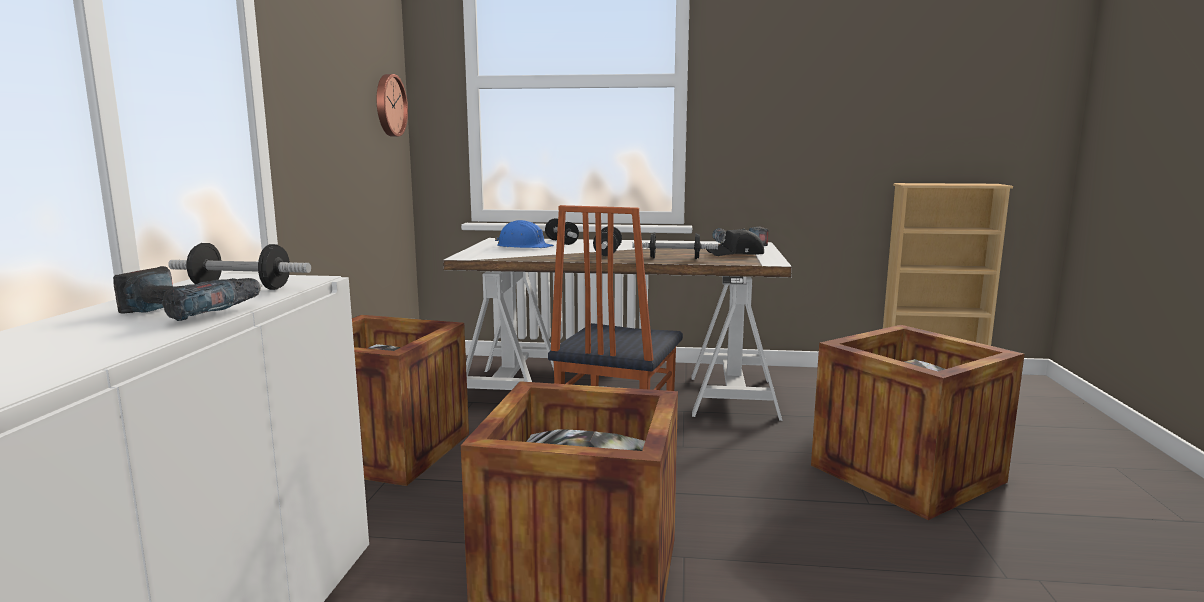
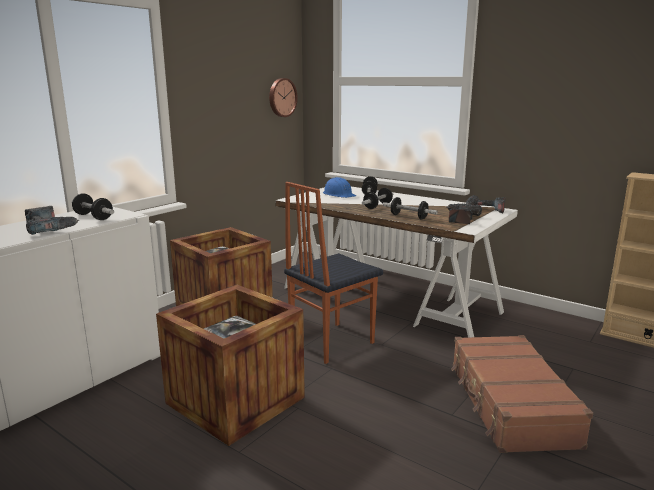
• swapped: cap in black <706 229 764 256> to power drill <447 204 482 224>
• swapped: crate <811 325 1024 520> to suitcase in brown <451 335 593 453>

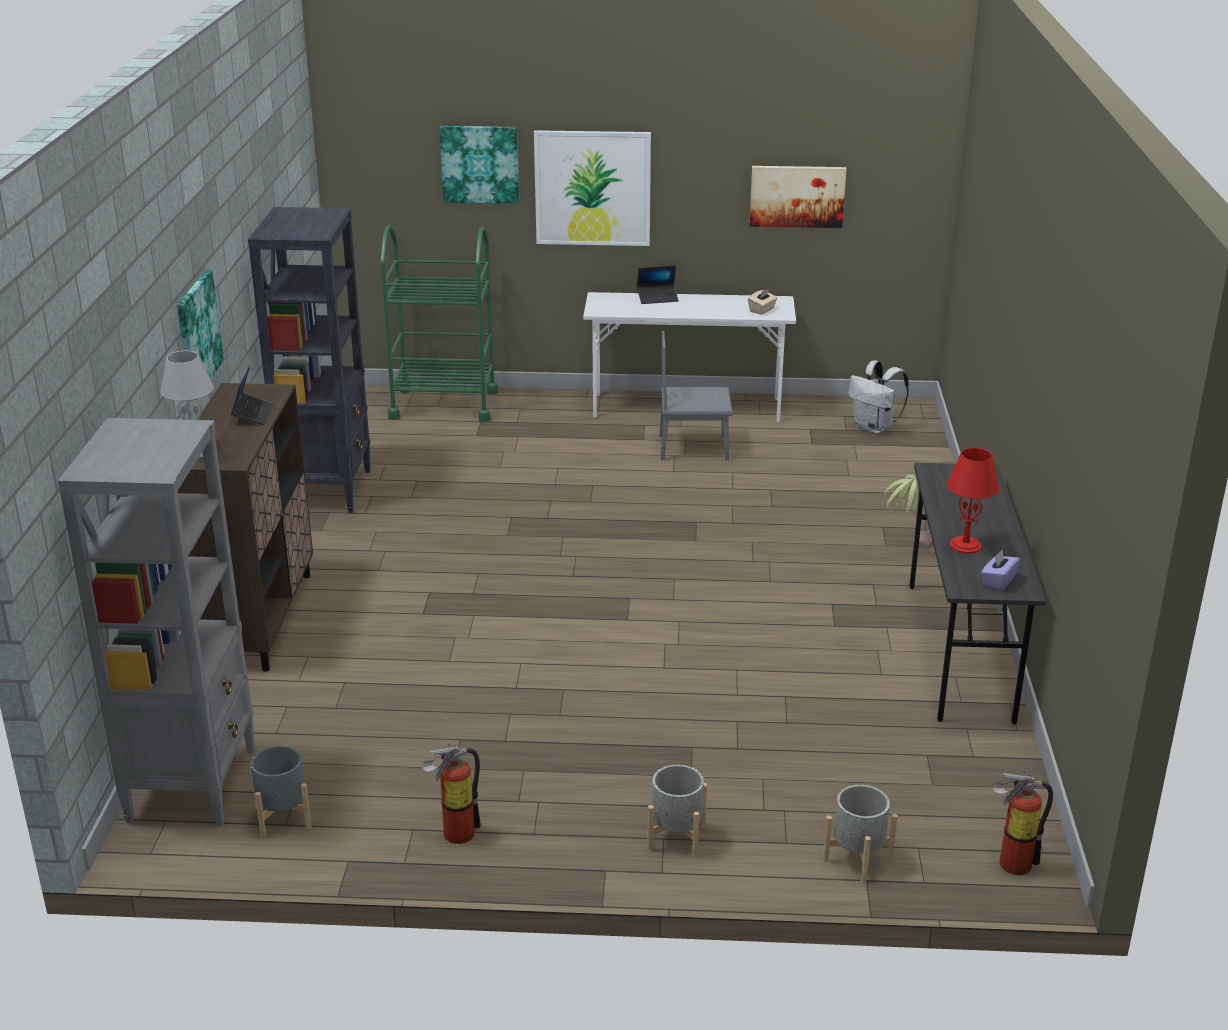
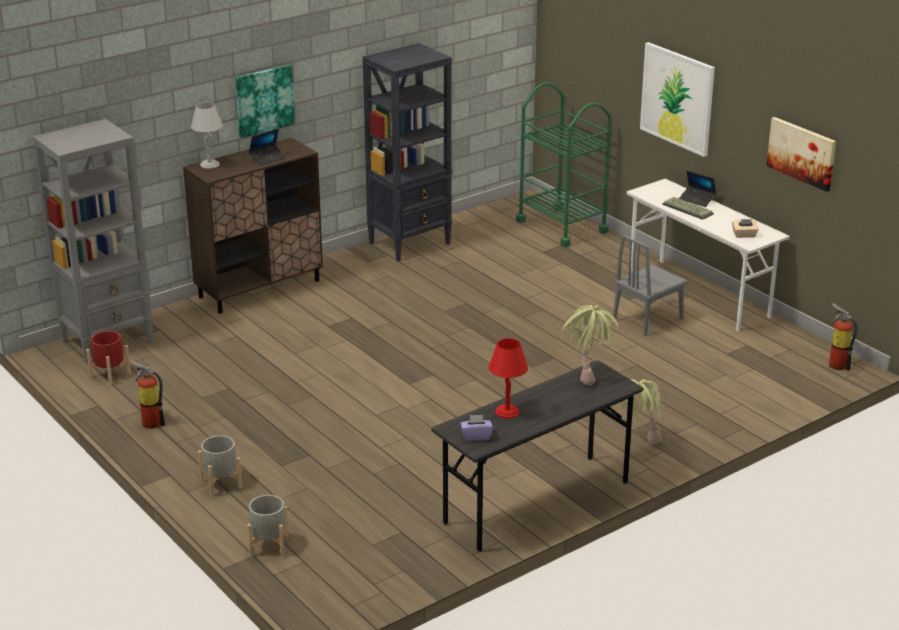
• repainted: planter in grey <250 745 312 838> to planter in red <86 331 131 385>
• gone: picture <439 126 519 204>
• rotated: chair in grey <659 331 733 460> = <613 235 688 336> 90 degrees counterclockwise
• gone: backpack in white <848 360 909 434>
• shifted: fire extinguisher <993 771 1053 875> to <829 303 857 370>
• new: potted plant <562 305 619 386>
• new: keyboard <662 197 714 220>

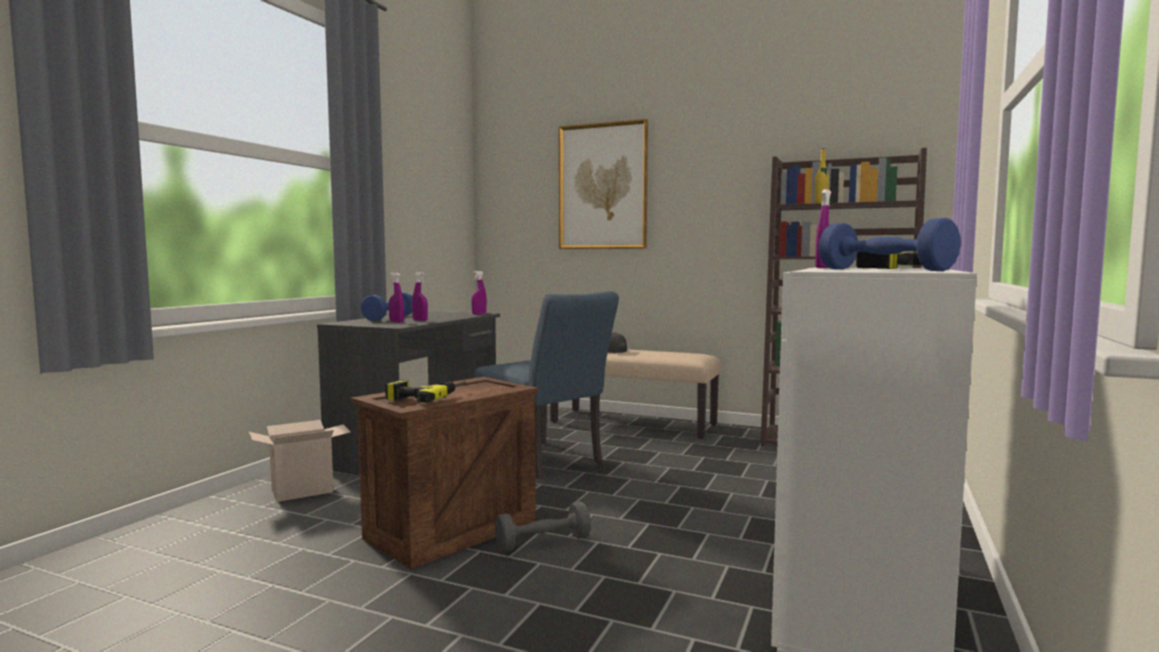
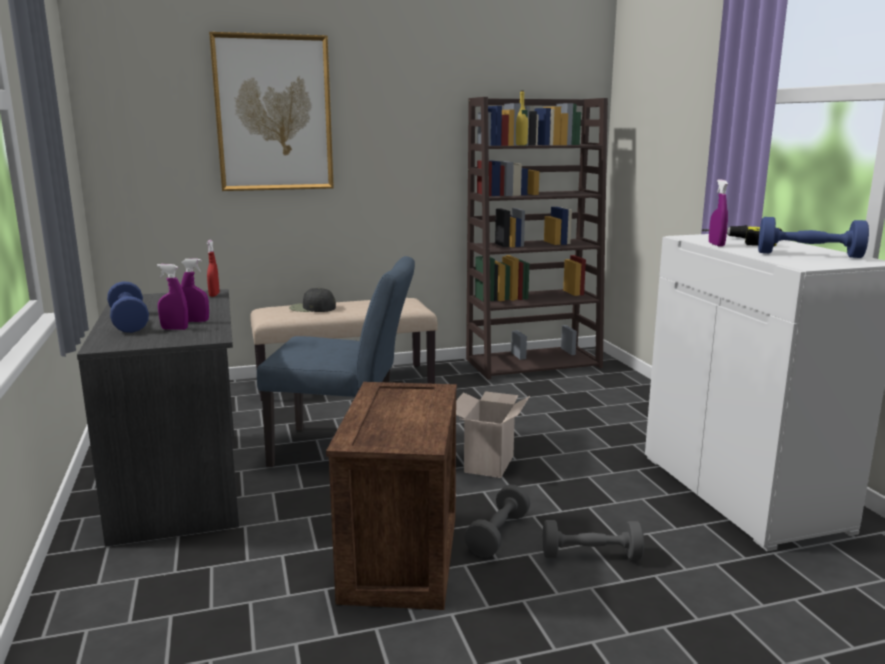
• shifted: cardboard box <249 420 351 502> to <456 391 530 478>
• gone: power drill <385 380 465 403>
• repainted: spray bottle in purple <471 271 487 315> to spray bottle in red <207 240 219 297>
• new: dumbbell in grey <543 520 644 560>

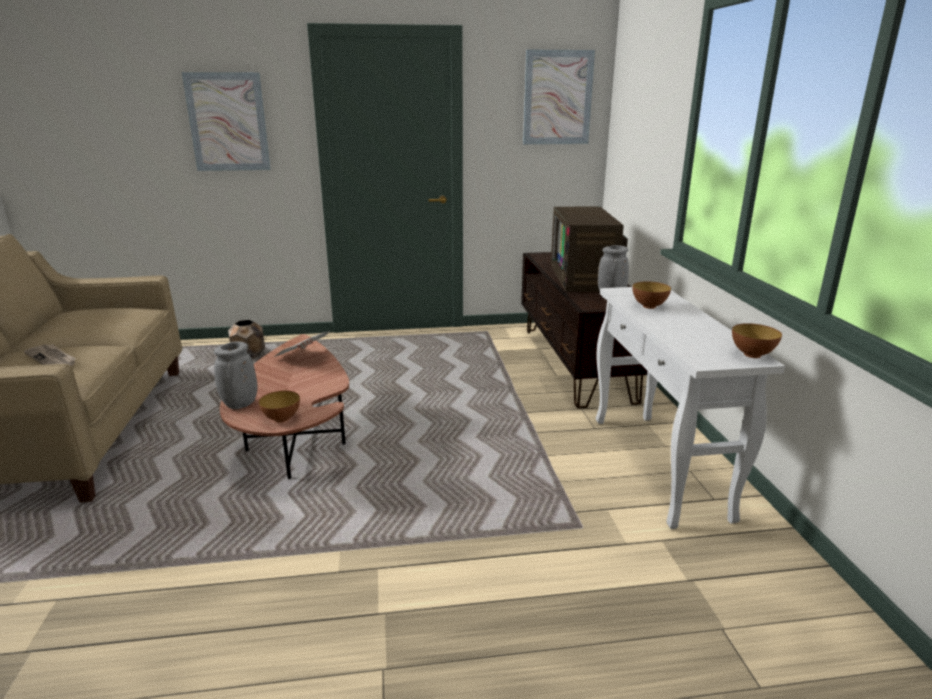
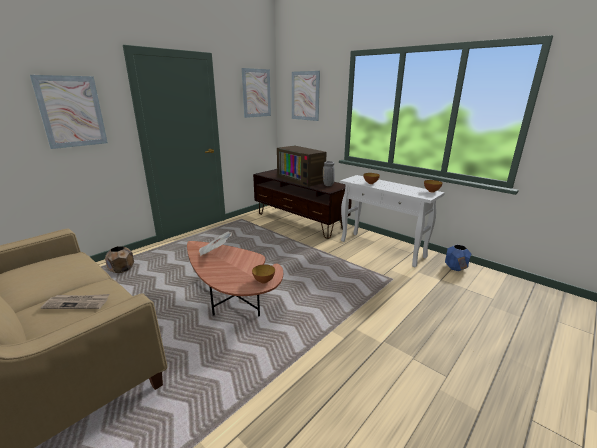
• gone: vase in grey <214 341 257 409>
• new: picture <292 71 320 121>
• new: planter in blue <445 245 471 271>

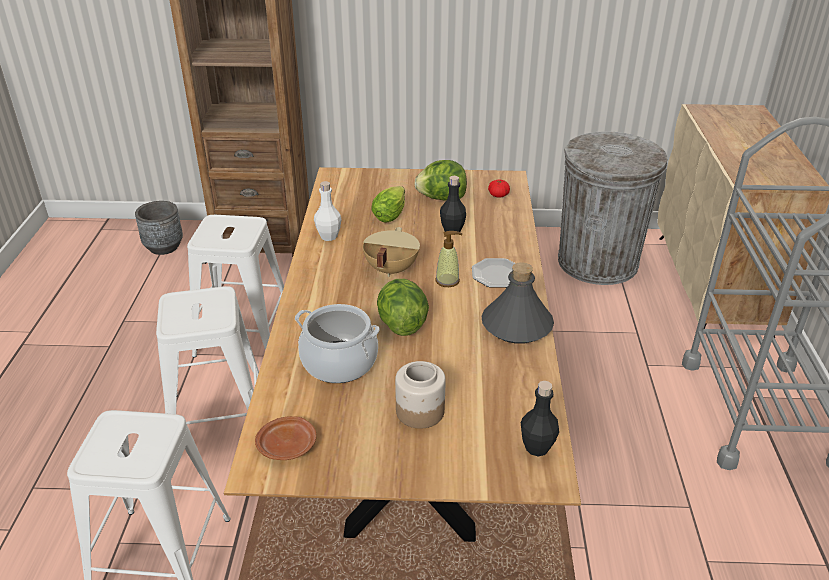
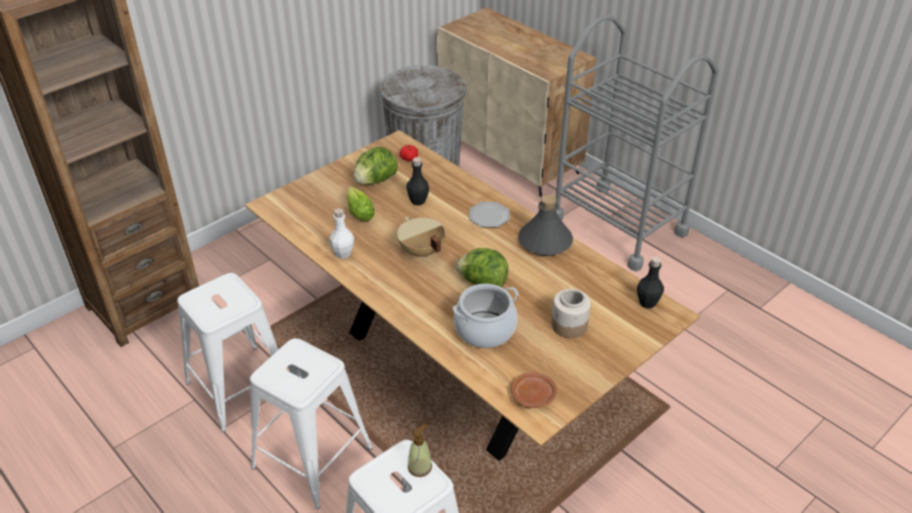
• gone: planter in grey <135 201 183 255>
• shifted: soap dispenser <435 231 462 287> to <408 424 432 477>

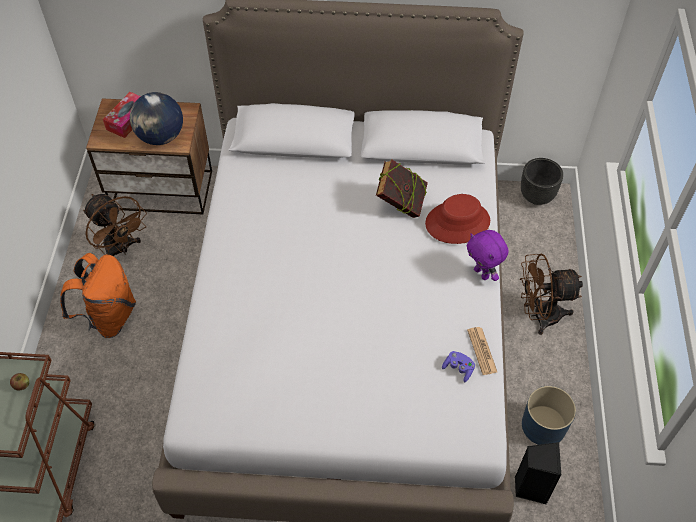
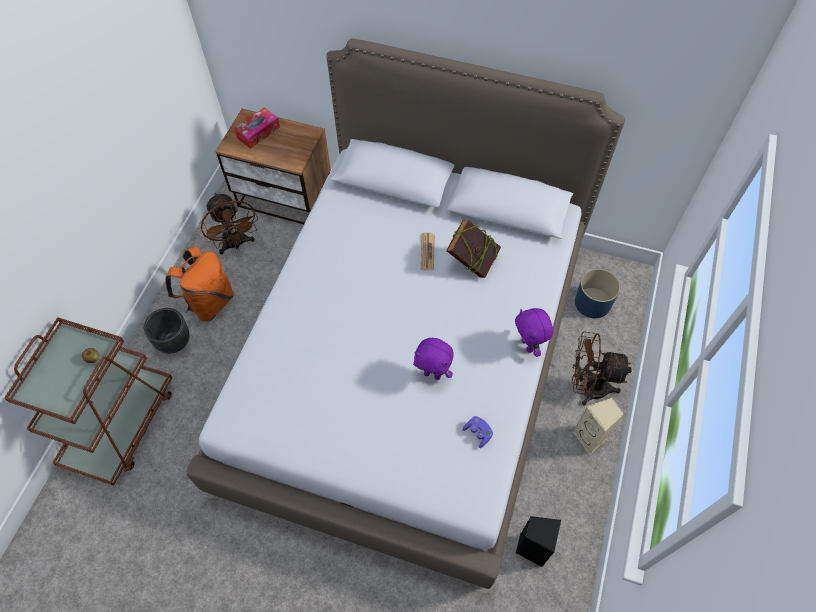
• gone: globe <130 92 183 145>
• gone: hat in red <425 194 490 244>
• shifted: newspaper <467 327 497 375> to <421 233 435 270>
• shifted: planter in black <521 158 563 205> to <144 308 190 354>
• shifted: planter in blue <522 386 576 445> to <575 269 620 318>
• new: plush toy in purple <413 338 453 380>
• new: speaker in beige <573 398 624 454>

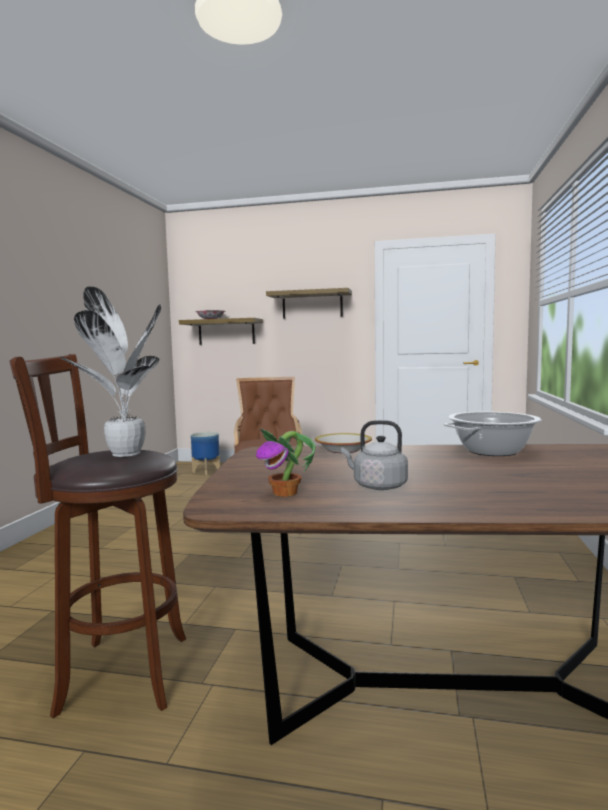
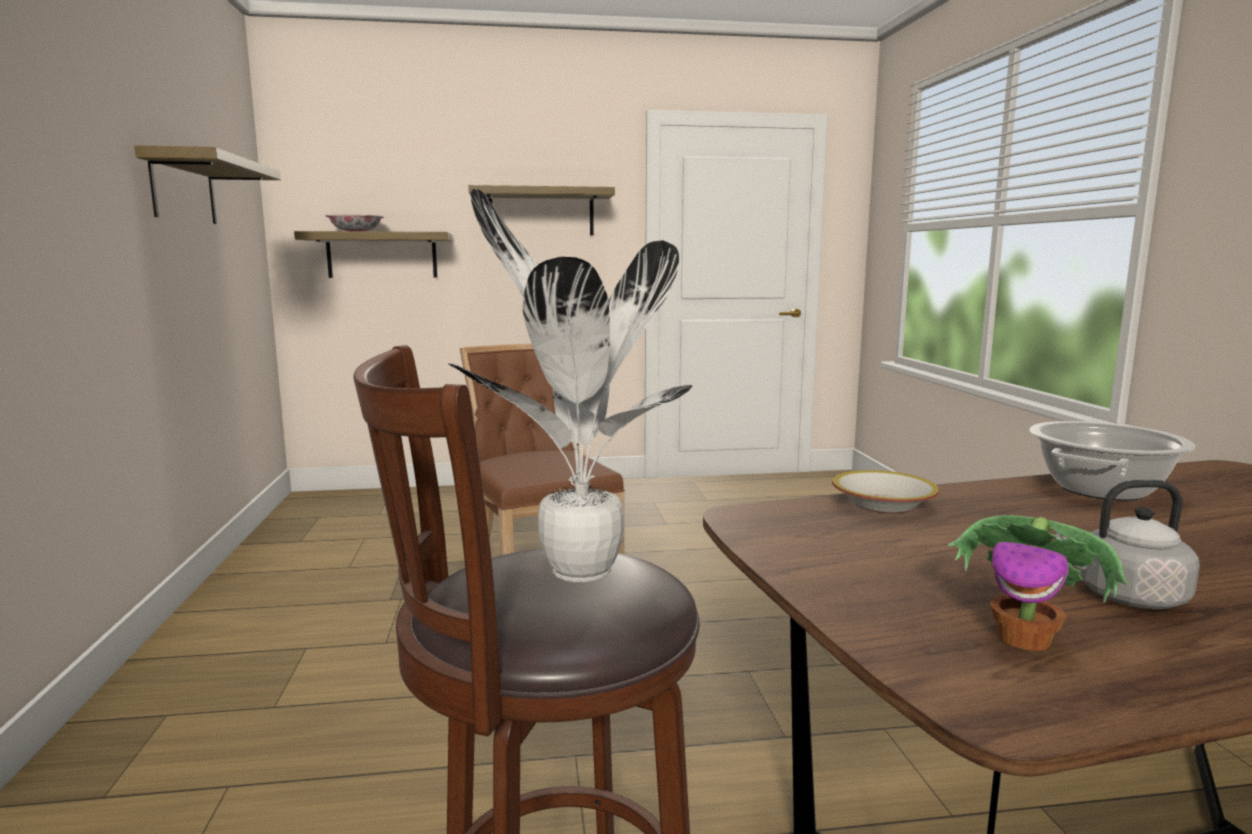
• gone: planter <191 432 220 475>
• new: shelf <134 145 281 224>

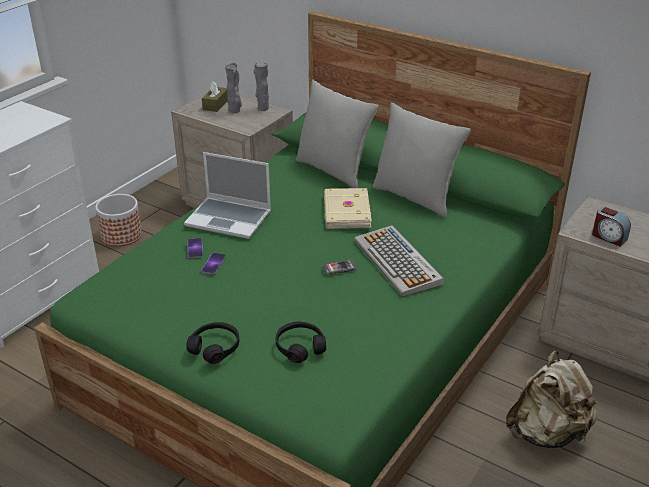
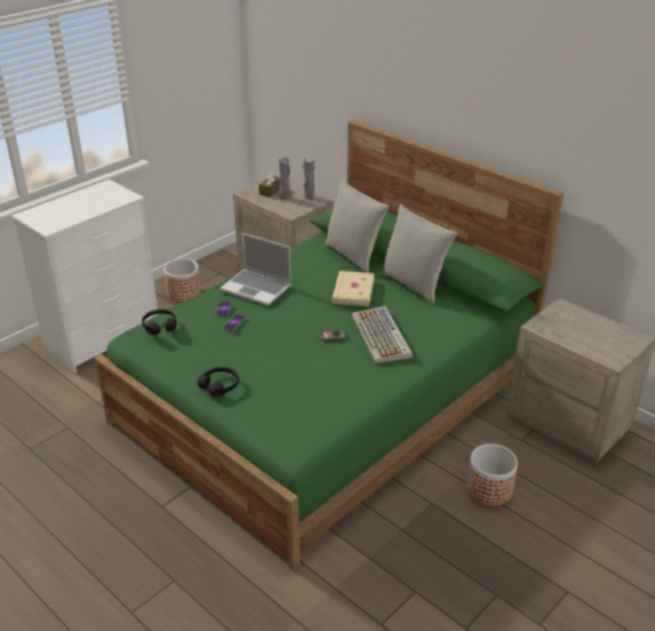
• shifted: headphones in black <276 322 326 363> to <142 309 177 335>
• swapped: backpack in beige <506 350 597 448> to planter <467 444 518 506>
• gone: alarm clock <592 206 631 247>

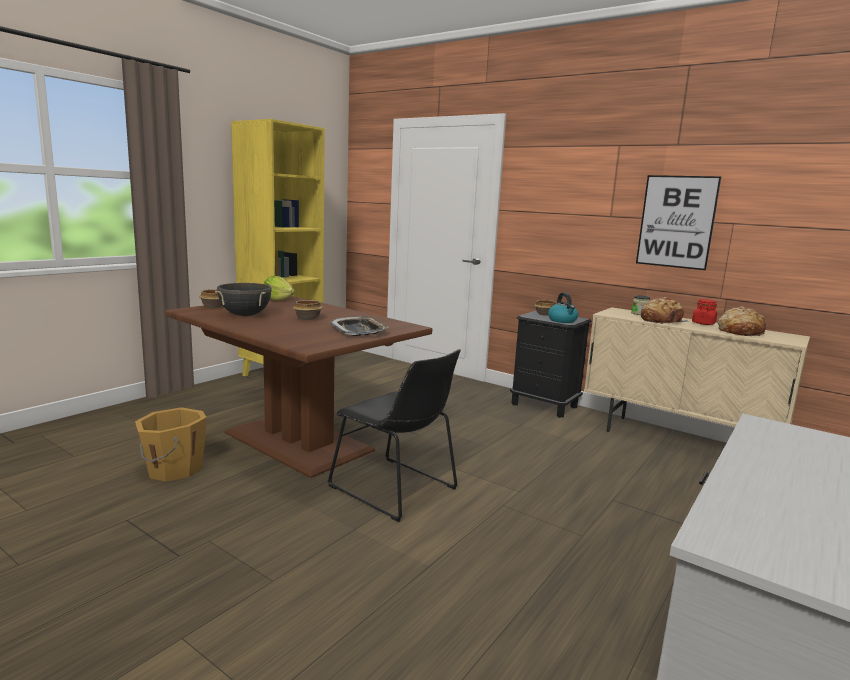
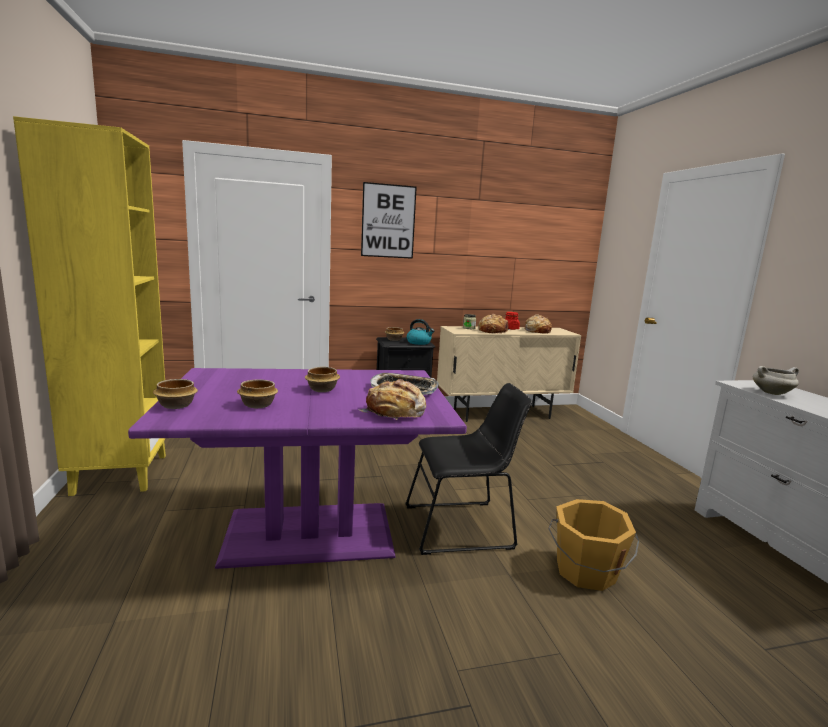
• shifted: bucket in orange <135 407 207 482> to <548 499 639 591>
• repainted: dining table in brown <165 296 432 478> to dining table in purple <128 368 467 569>
• swapped: cooking pot in black <215 283 272 316> to bowl <237 380 278 408>
• gone: lettuce <264 276 295 301>
• shifted: picture <636 175 721 270> to <361 182 417 259>
• new: bread <358 379 426 420>
• new: cooking pot in white <753 366 799 395>

